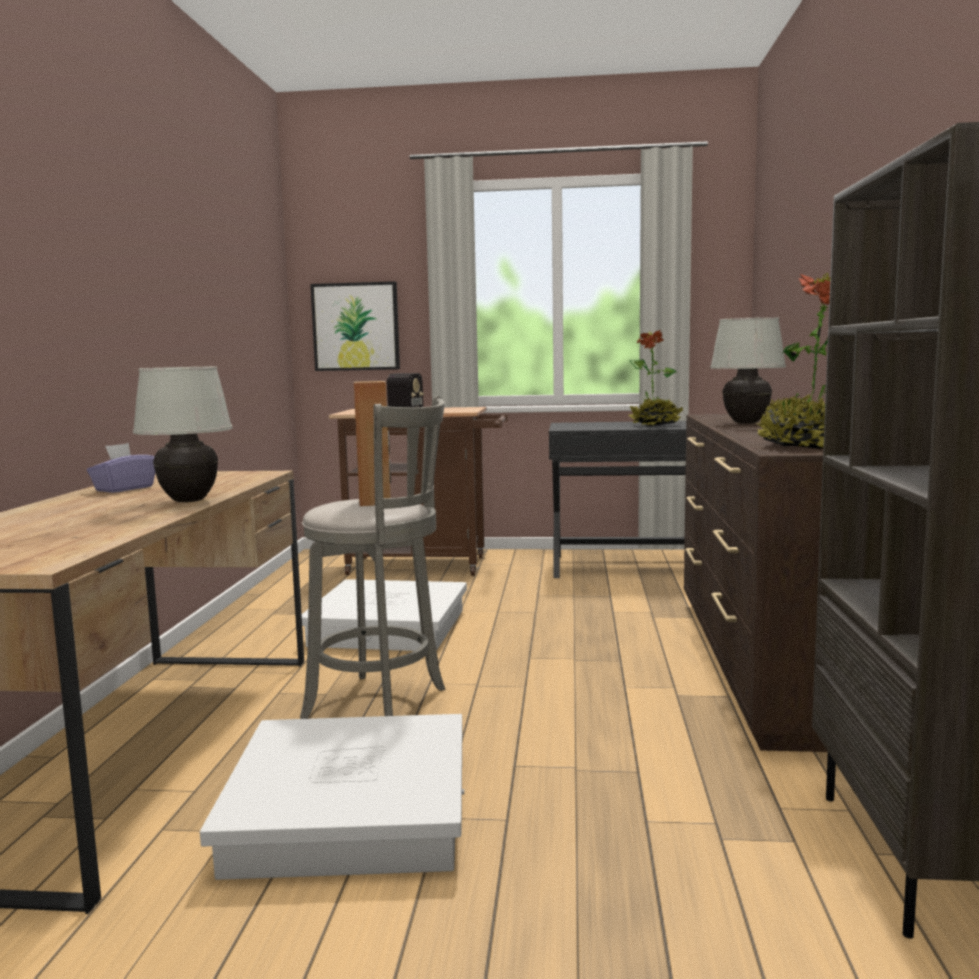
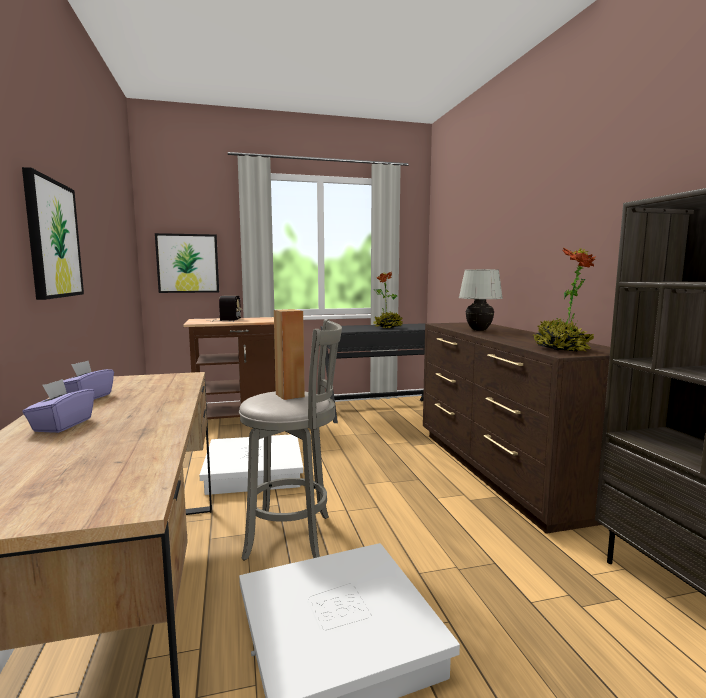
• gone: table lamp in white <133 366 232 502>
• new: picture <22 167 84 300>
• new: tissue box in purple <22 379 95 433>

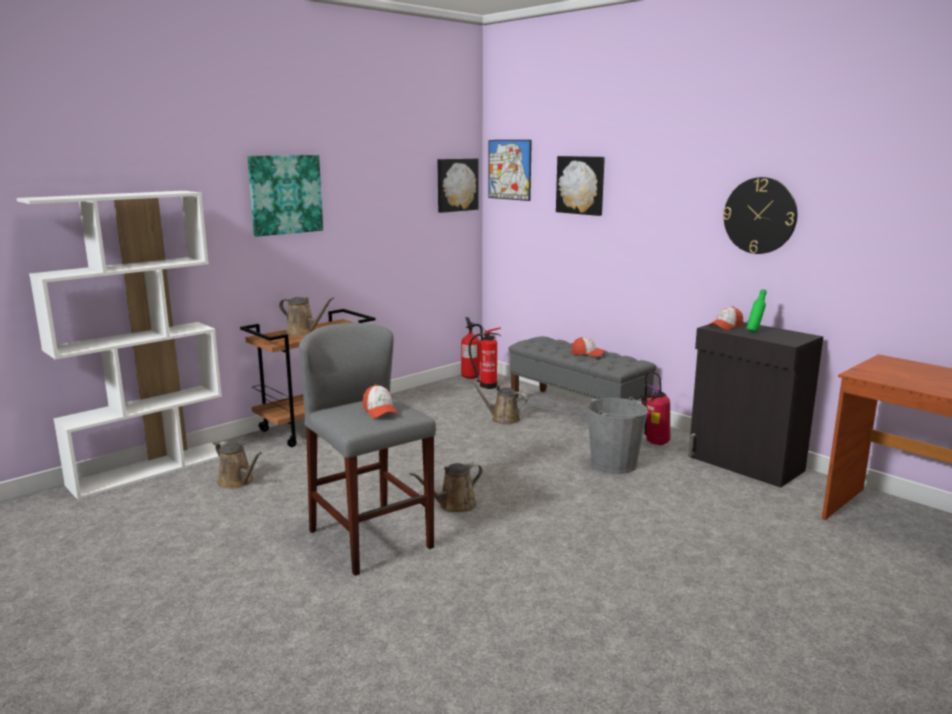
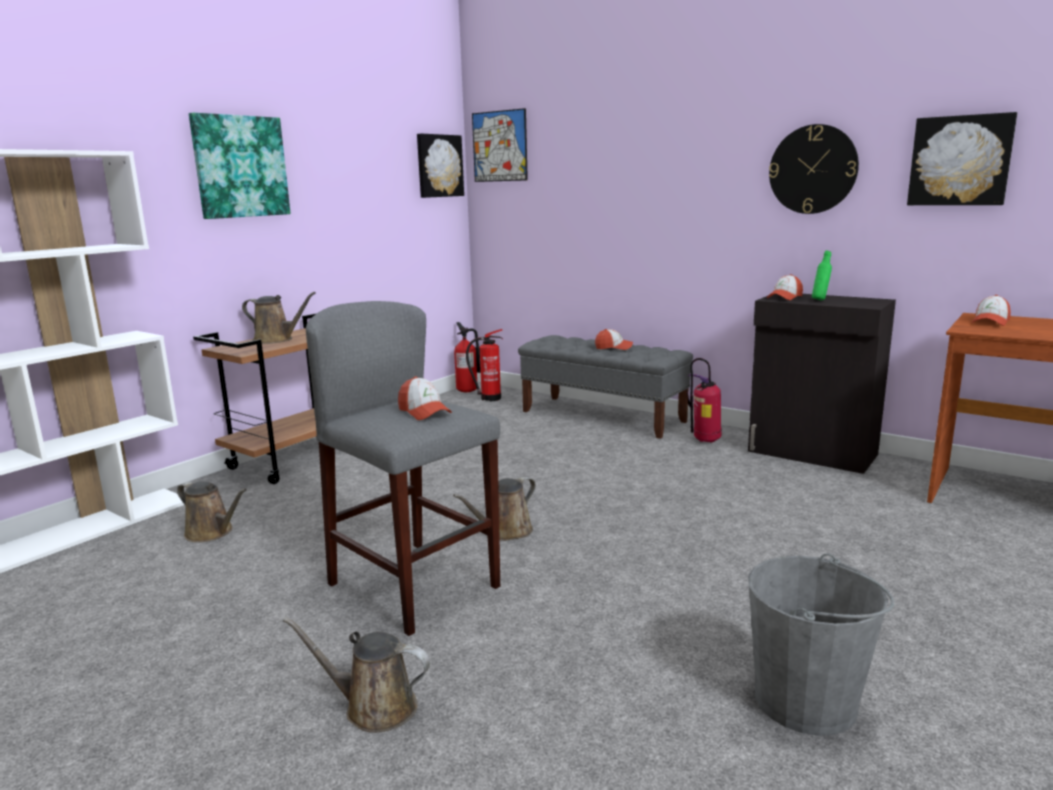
• shifted: watering can in brown <469 380 528 424> to <283 617 430 733>
• shifted: picture <556 156 605 216> to <907 112 1017 205>
• shifted: bucket in grey <587 397 648 474> to <748 553 894 736>
• new: cap <972 295 1011 326>

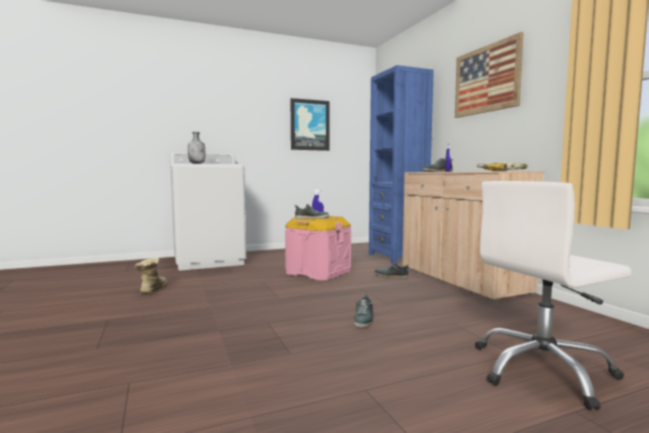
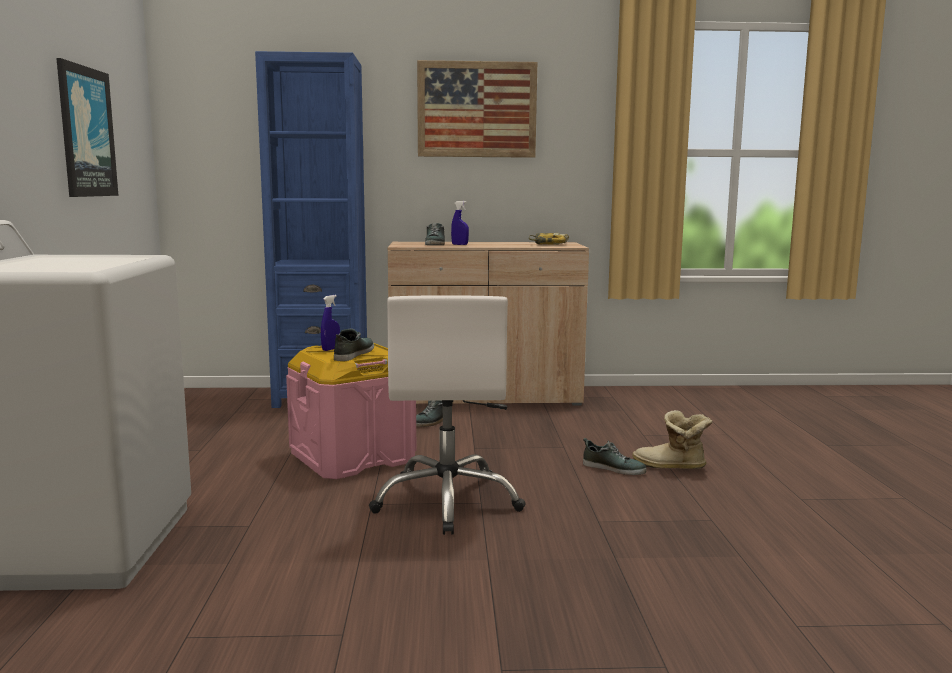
• shifted: boot <135 258 168 293> to <632 410 713 469>
• gone: bottle in grey <188 132 205 164>
• shifted: office chair in white <475 181 632 410> to <369 296 526 535>

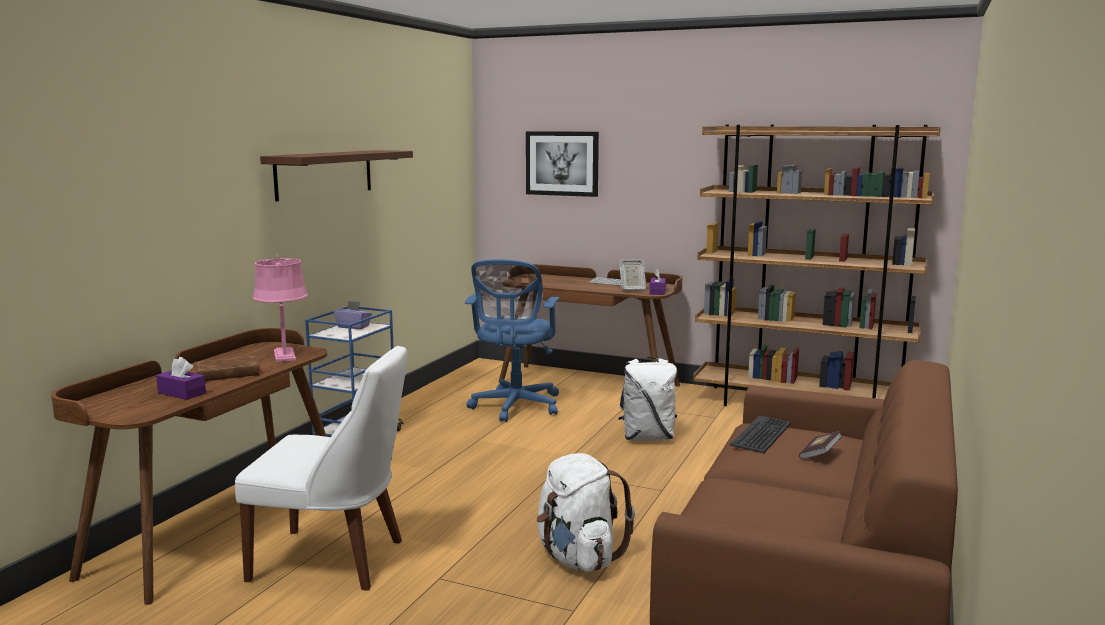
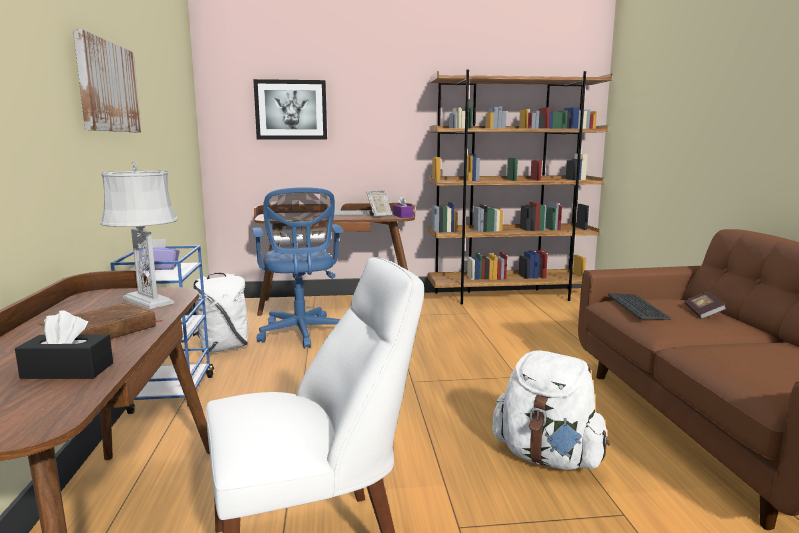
• repainted: tissue box in purple <156 357 206 400> to tissue box in black <15 310 113 379>
• repainted: table lamp in pink <252 254 308 362> to table lamp in grey <100 162 178 309>
• swapped: shelf in brown <260 150 413 201> to picture <73 29 141 132>
• shifted: backpack in white <619 357 677 441> to <192 272 248 353>

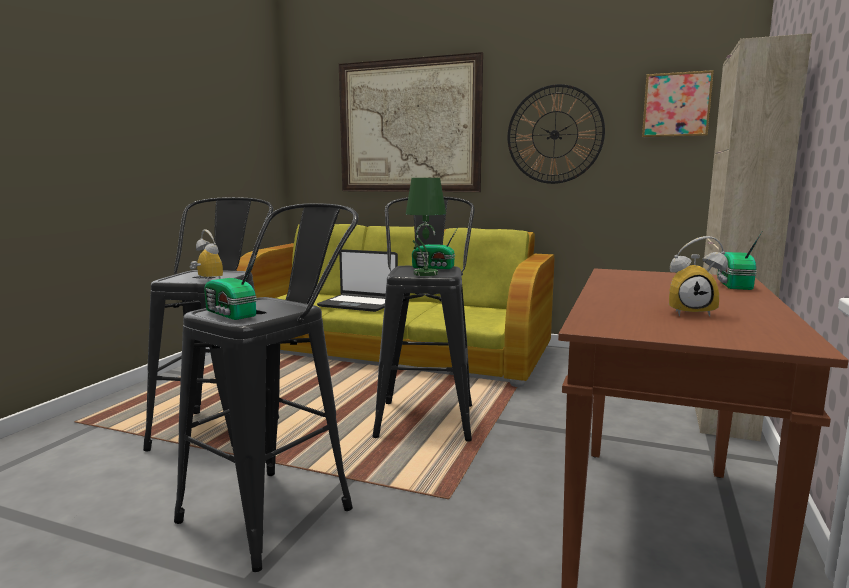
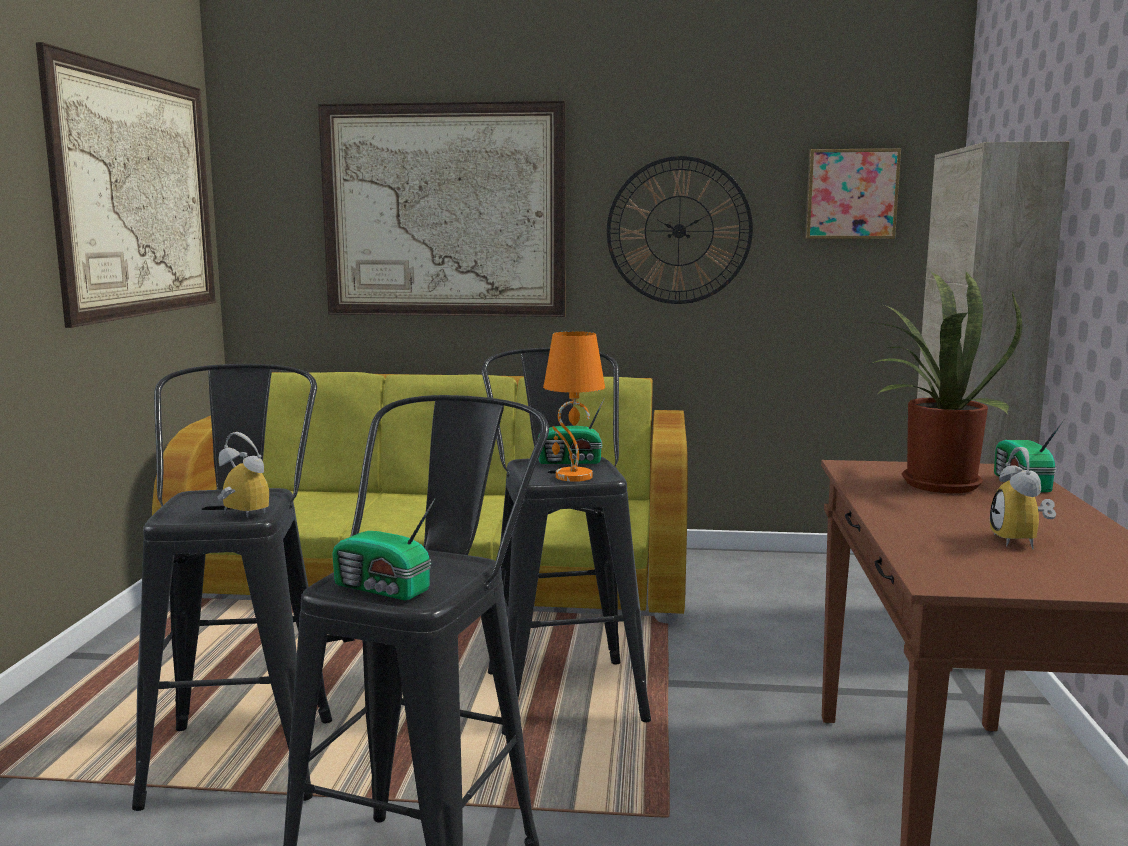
• gone: laptop <317 249 398 312>
• repainted: table lamp in green <406 178 446 276> to table lamp in orange <543 331 605 482>
• rotated: alarm clock <669 236 728 317> = <990 447 1056 549> 105 degrees clockwise
• new: picture <36 42 216 328>
• new: potted plant <867 271 1022 493>

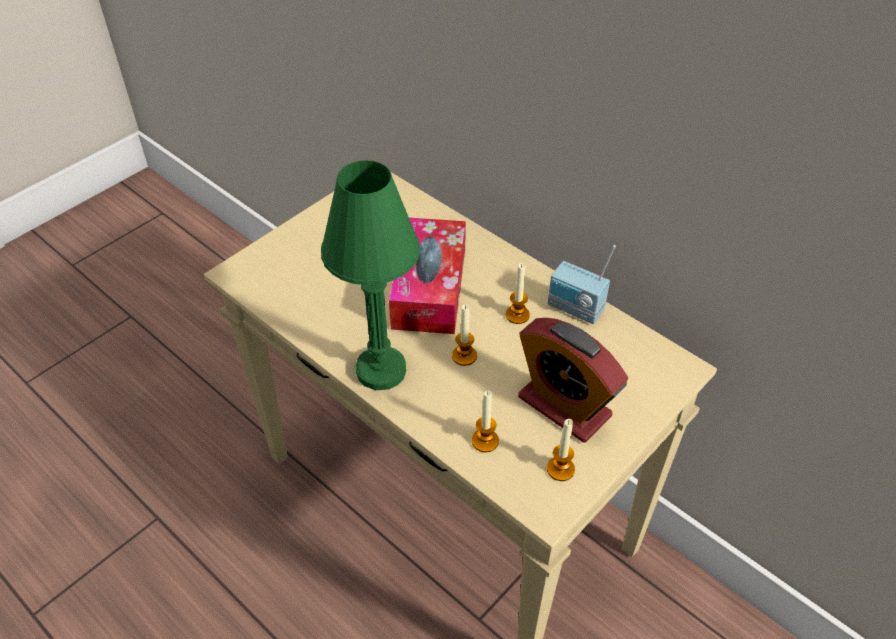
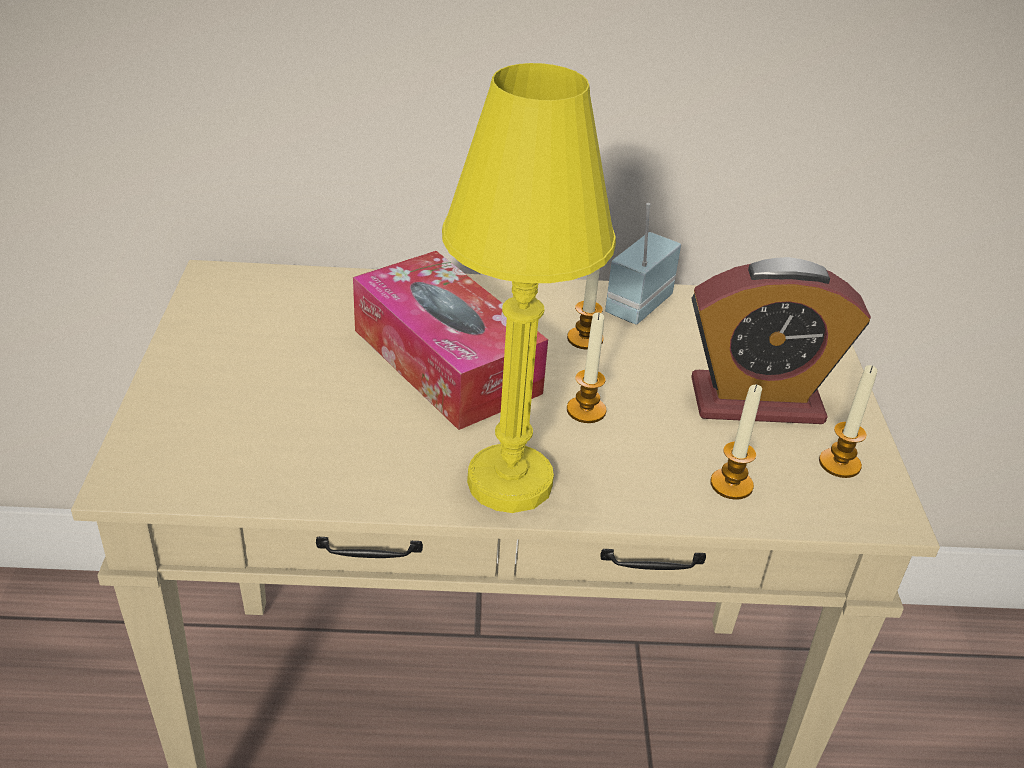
• repainted: table lamp in green <321 160 420 390> to table lamp in yellow <442 63 616 513>
• rotated: radio <548 245 616 324> = <605 203 681 325> 135 degrees clockwise

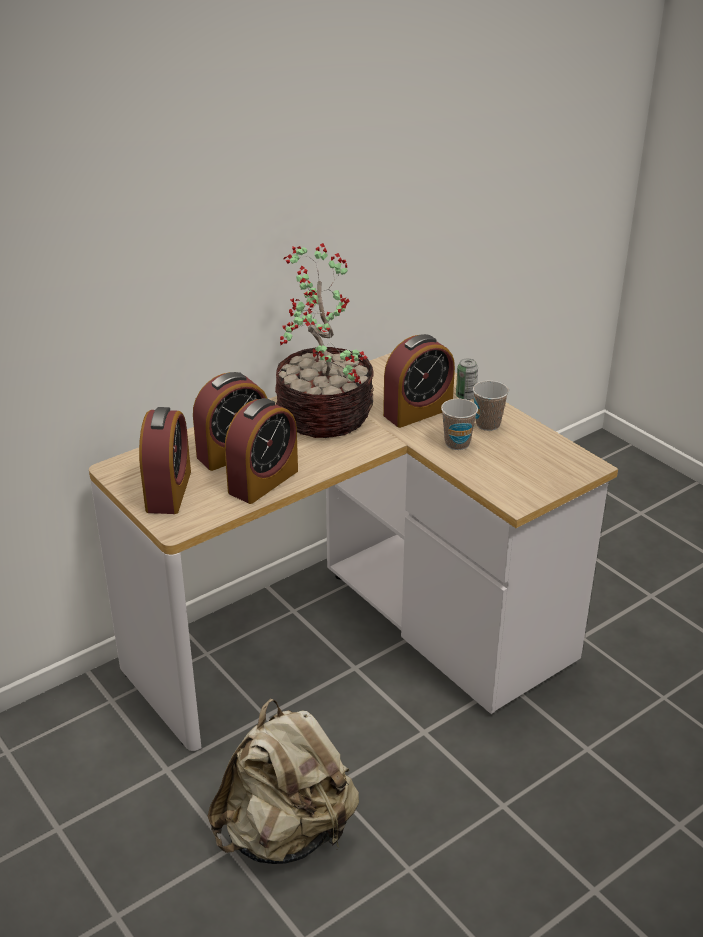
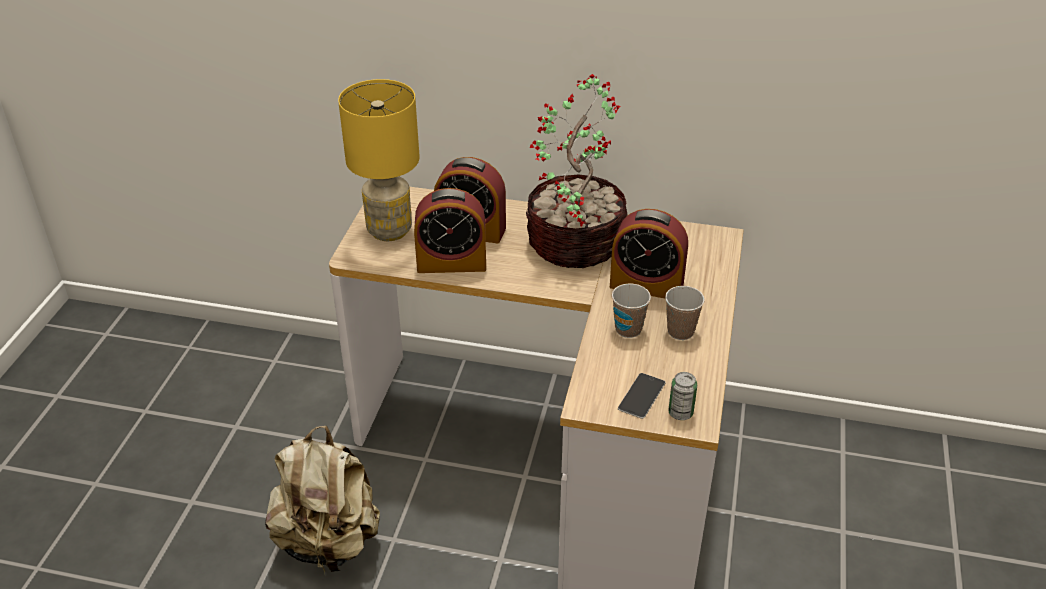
• swapped: alarm clock <139 407 191 514> to table lamp in yellow <338 79 420 241>
• shifted: can <456 359 478 400> to <668 372 697 420>
• new: phone <618 373 666 419>

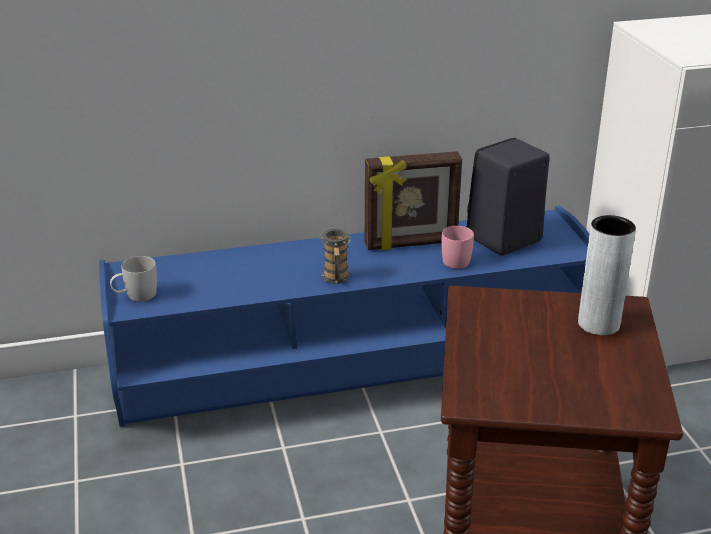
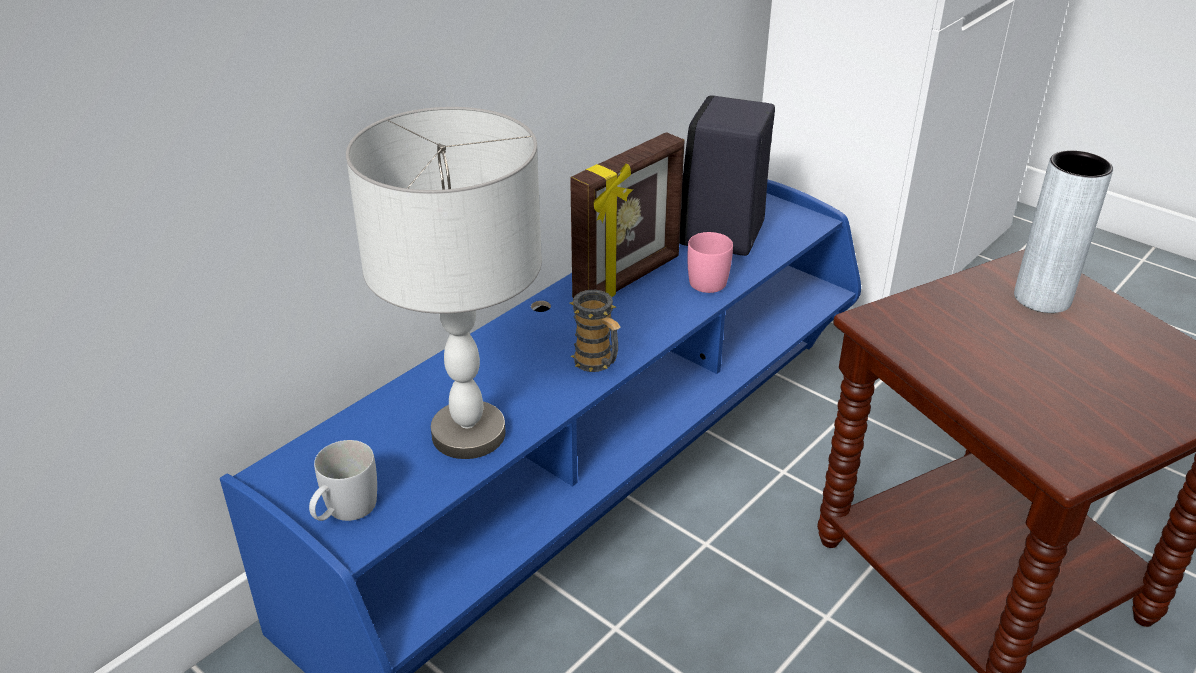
• new: table lamp in grey <346 107 542 459>

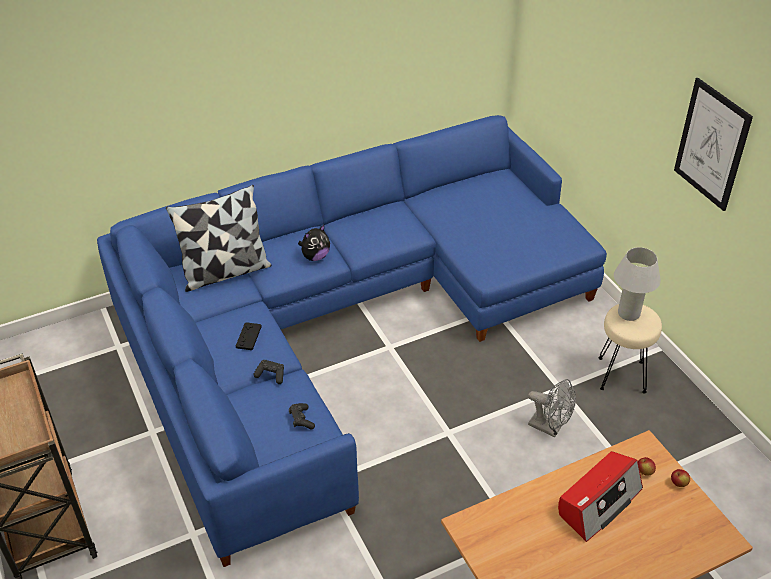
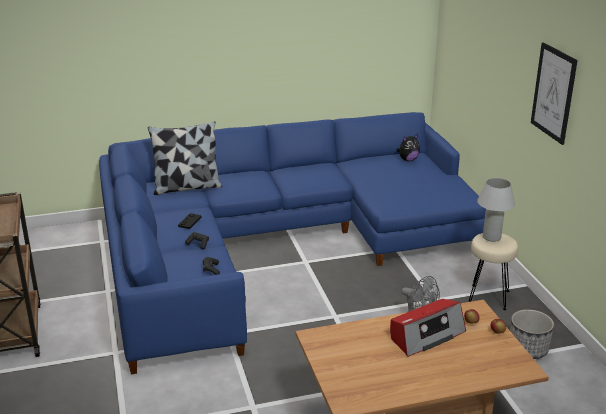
• shifted: plush toy <298 225 330 261> to <397 134 420 161>
• new: planter <510 309 554 359>

